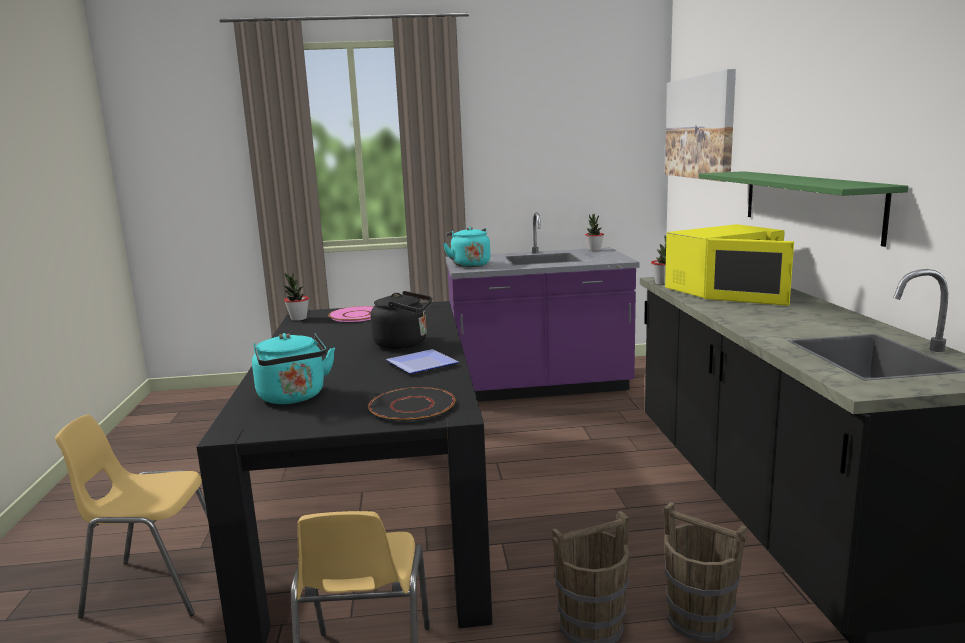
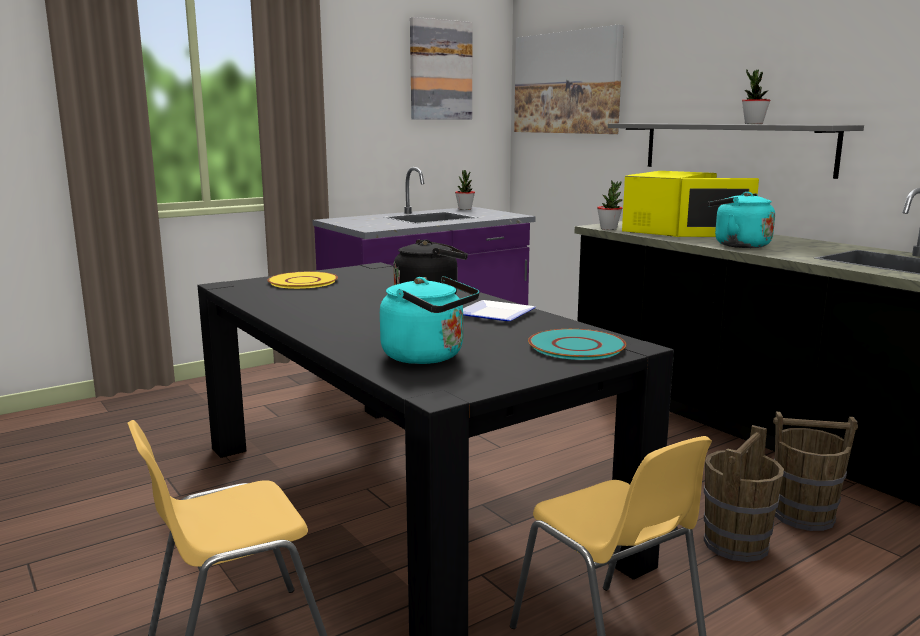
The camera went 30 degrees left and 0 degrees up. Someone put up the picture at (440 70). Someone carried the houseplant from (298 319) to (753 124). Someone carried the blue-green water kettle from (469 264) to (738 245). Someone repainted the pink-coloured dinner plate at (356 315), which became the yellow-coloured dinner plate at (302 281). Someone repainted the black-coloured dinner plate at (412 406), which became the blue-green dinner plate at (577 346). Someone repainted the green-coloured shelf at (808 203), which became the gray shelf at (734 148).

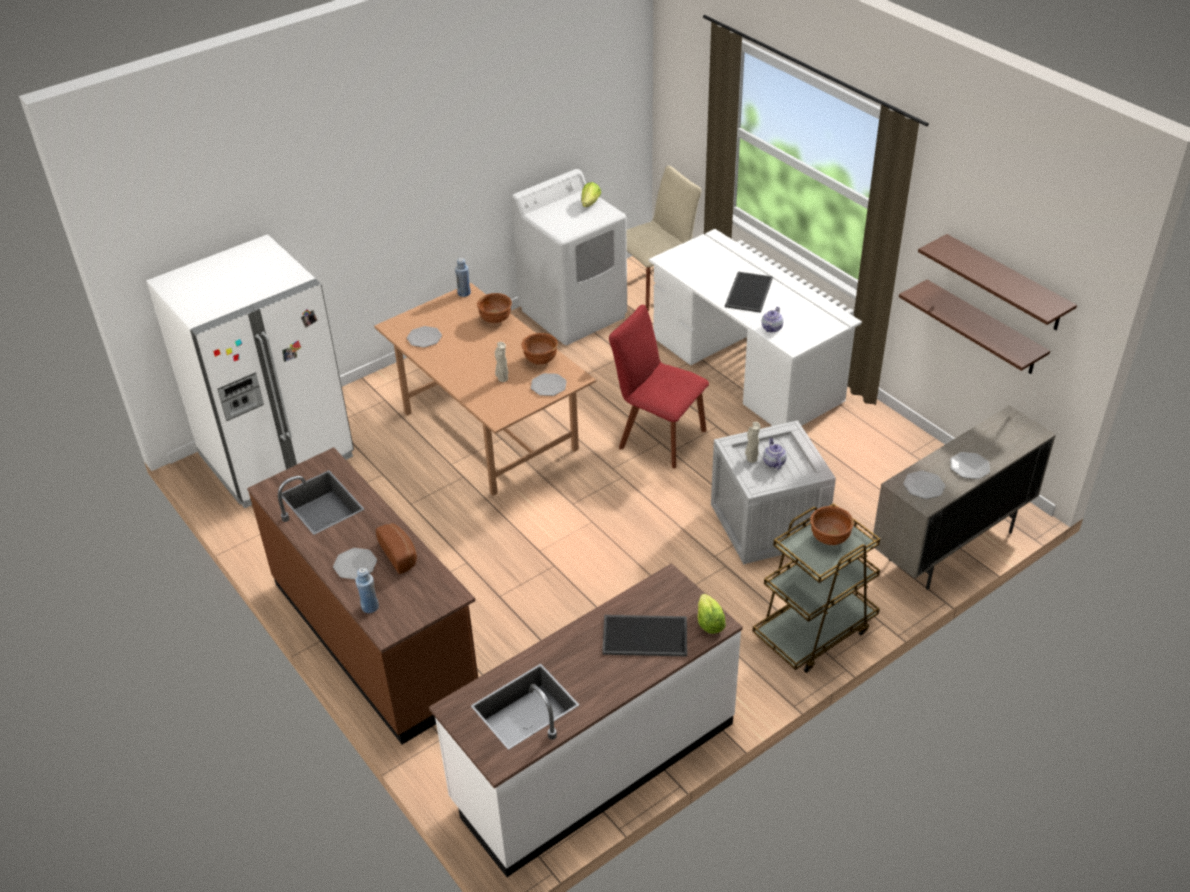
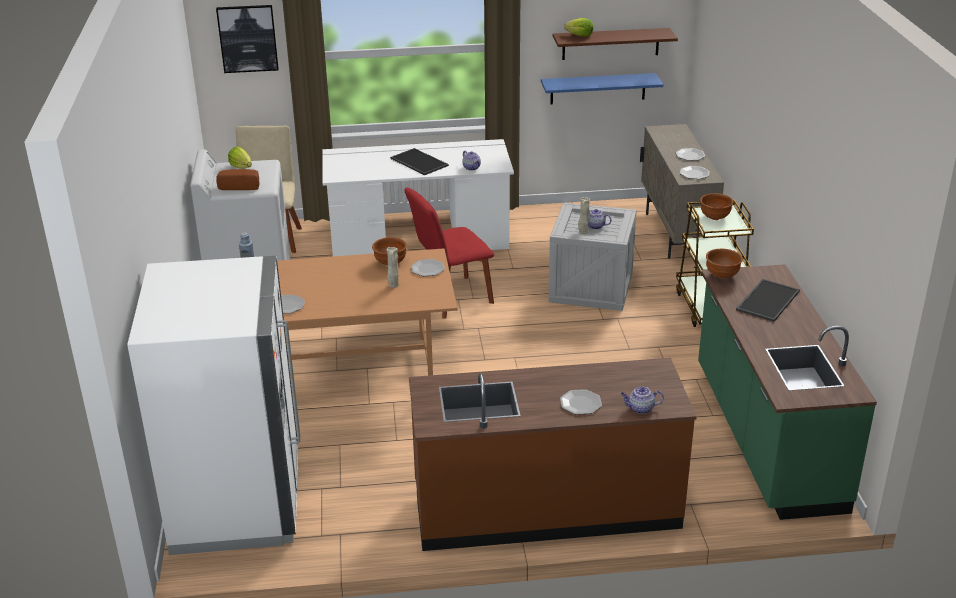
The camera went 60 degrees left and 10 degrees down. Someone put up the picture at (248 38). Someone carried the bakery bread from (400 554) to (240 186). Someone carried the brown-coloured deep dish from (495 320) to (722 275). Someone carried the lettuce head from (709 623) to (579 35). Someone swapped the blue-coloured drink bottle at (370 607) for the teapot at (640 408). Someone repainted the white counter at (593 762), which became the green-coloured counter at (766 437). Someone repainted the brown-coloured shelf at (983 328), which became the blue-coloured shelf at (598 88).

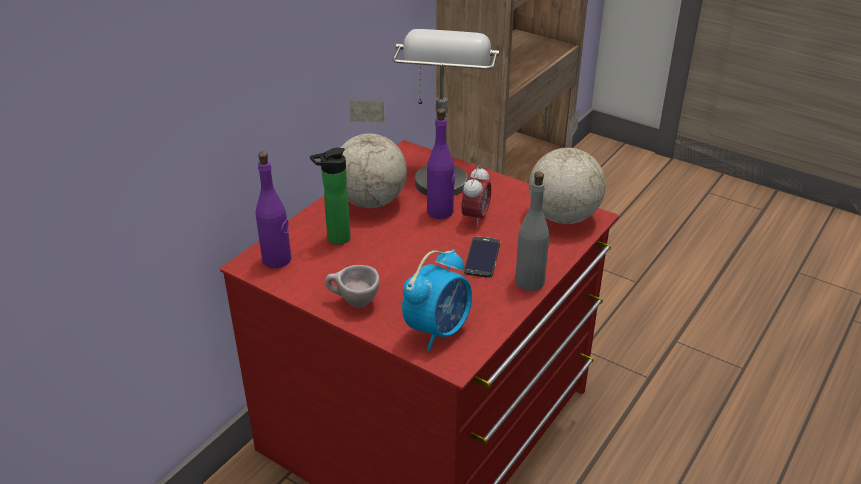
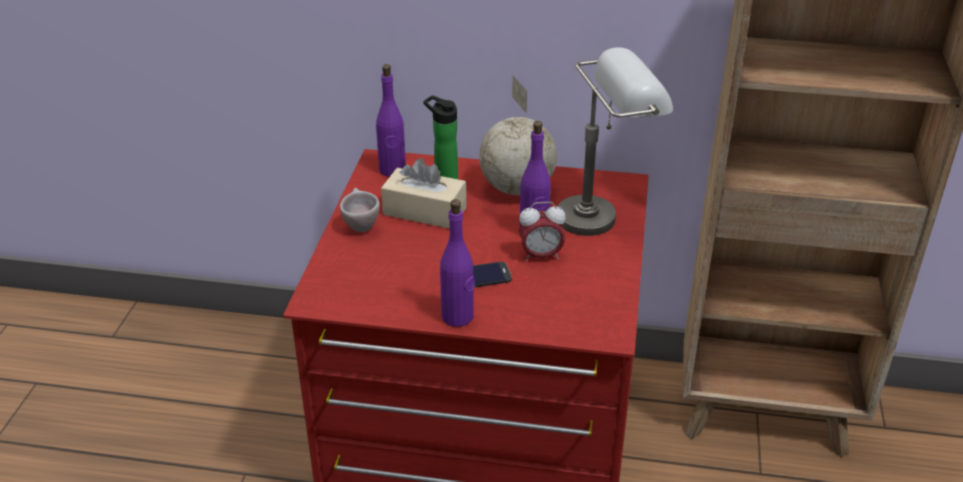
The camera went 65 degrees right and 0 degrees up. Someone took away the alarm clock at (438 330). Someone took away the globe at (562 217). Someone put down the beige tissue box at (424 211). Someone repainted the gray drink bottle at (530 282), which became the purple-coloured drink bottle at (458 317).

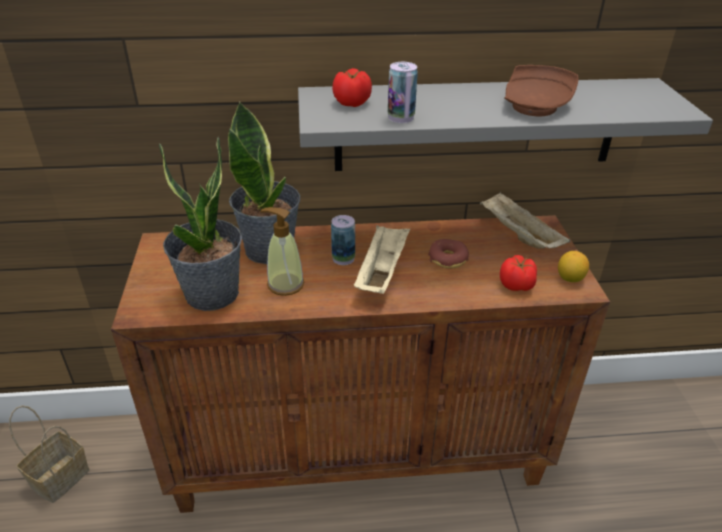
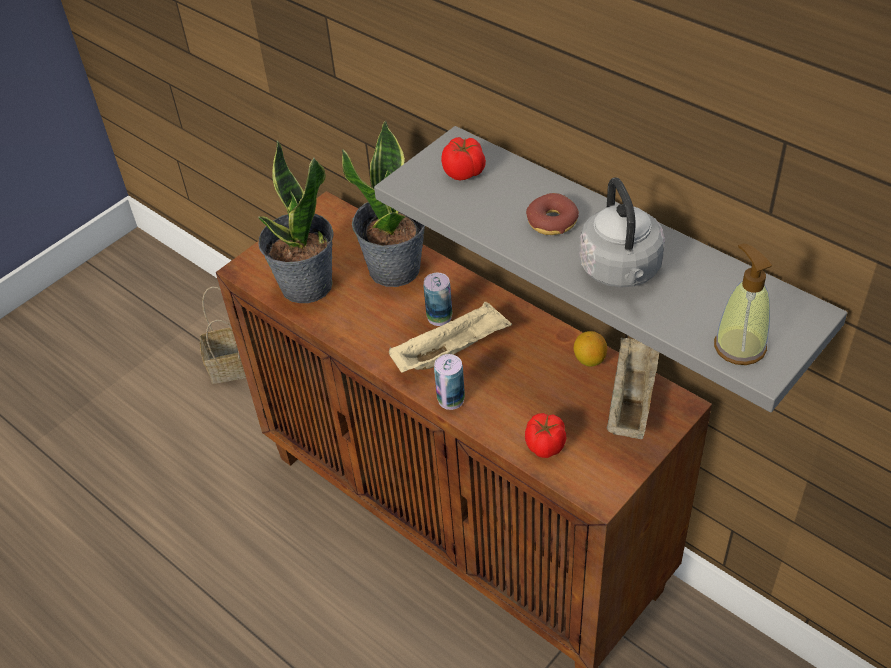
The camera went 50 degrees right and 10 degrees up. Someone carried the soap bottle from (285 284) to (739 346). Someone carried the metal can from (400 117) to (451 399). Someone carried the donut from (448 259) to (552 221). Someone carried the lemon from (570 278) to (589 360). Someone swapped the brown-coloured dinner plate at (536 106) for the gray water kettle at (621 271).

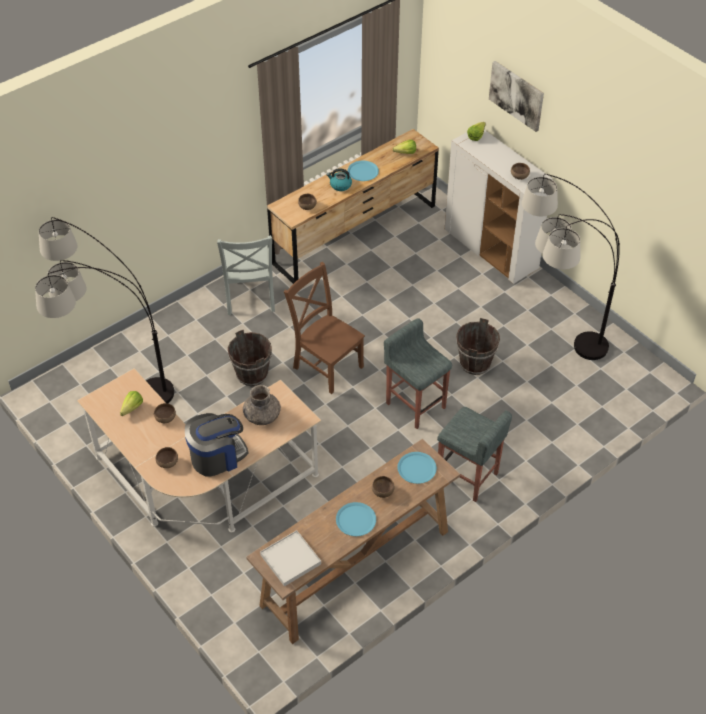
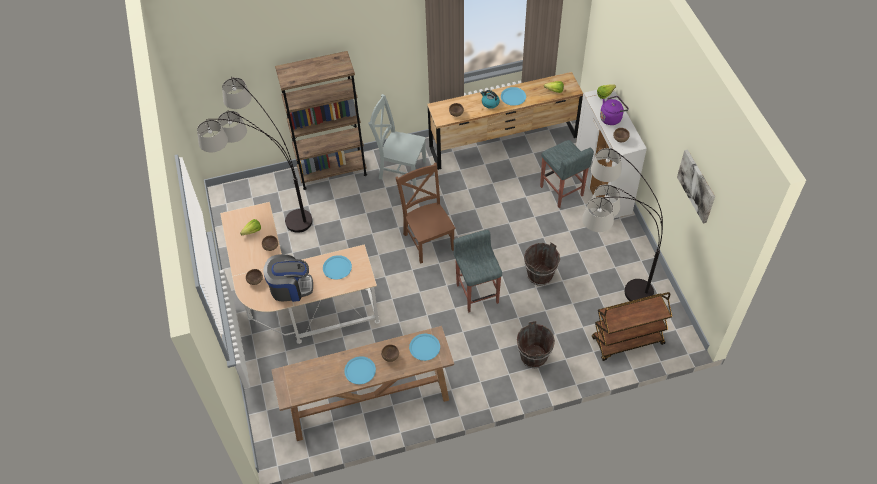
The camera went 25 degrees right and 5 degrees up. Someone took away the white carrying tray at (290 559). Someone put down the brown-coloured shelving unit at (332 172). Someone put down the brown-coloured trolley at (627 341). Someone put down the purple-coloured water kettle at (611 118). Someone carried the brown-coloured bucket from (251 374) to (533 357). Someone carried the gray stool from (468 477) to (561 191). Someone carried the picture from (516 95) to (697 186). Someone swapped the gray decorative vase at (262 415) for the blue-coloured dinner plate at (337 268). Someone rotated the gray chair at (249 297) by 90 degrees clockwise.

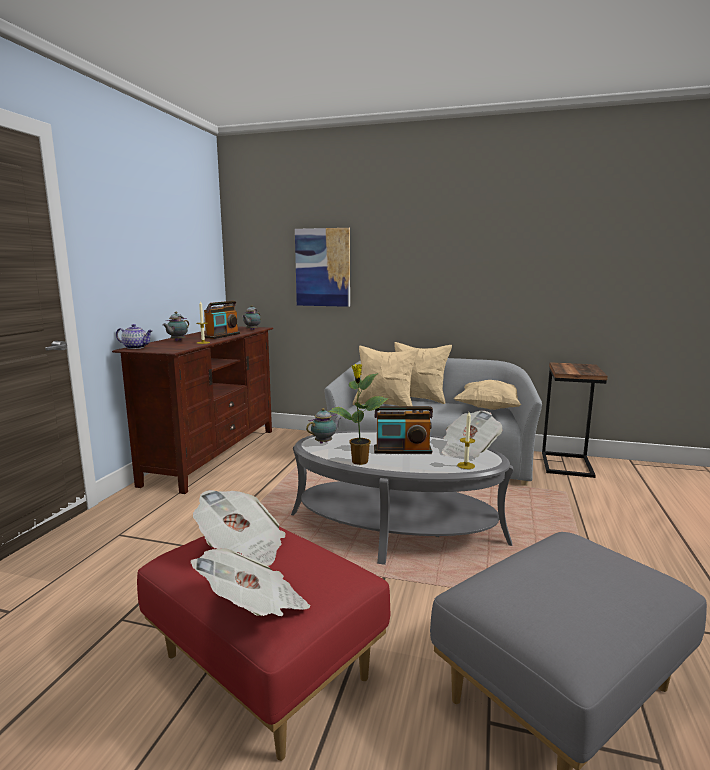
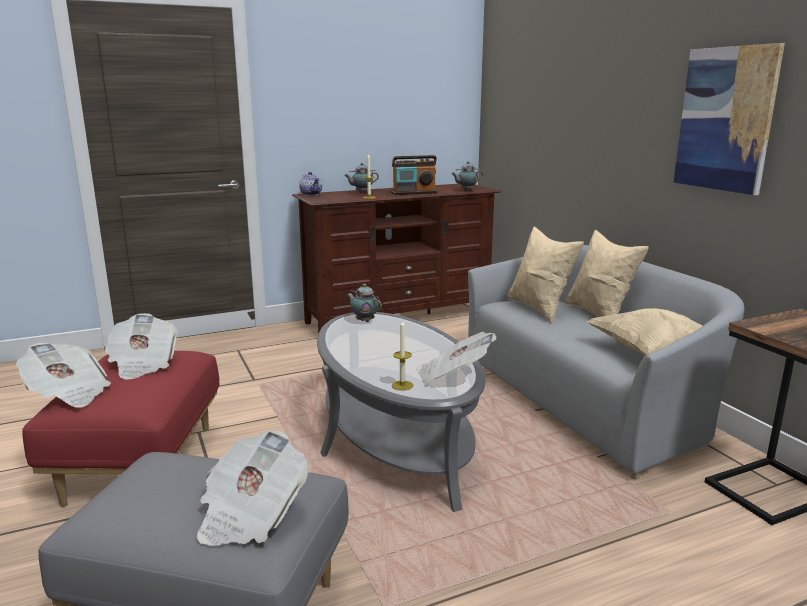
The camera went 50 degrees right and 5 degrees up. Someone took away the houseplant at (359 462). Someone took away the radio receiver at (402 450). Someone put down the daily paper at (250 514). Someone carried the picture from (323 267) to (725 119). Someone rotated the teapot at (324 442) by 150 degrees counterclockwise.

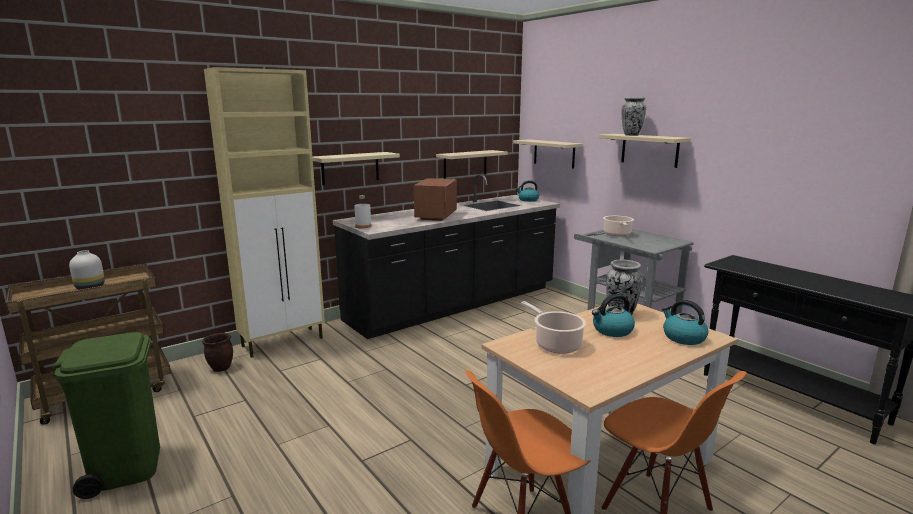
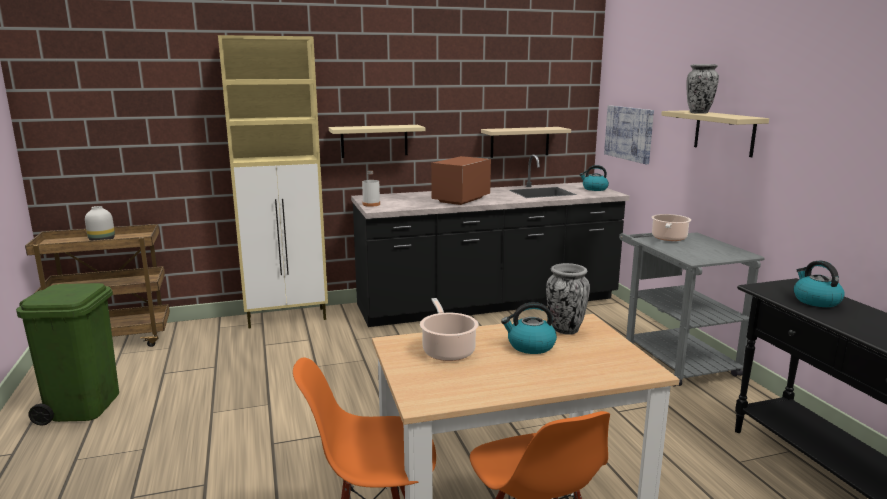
The camera went 20 degrees right and 0 degrees up. Someone took away the brown-coloured plant pot at (221 368). Someone carried the water kettle from (683 337) to (815 300). Someone swapped the beige shelf at (554 153) for the picture at (629 133).

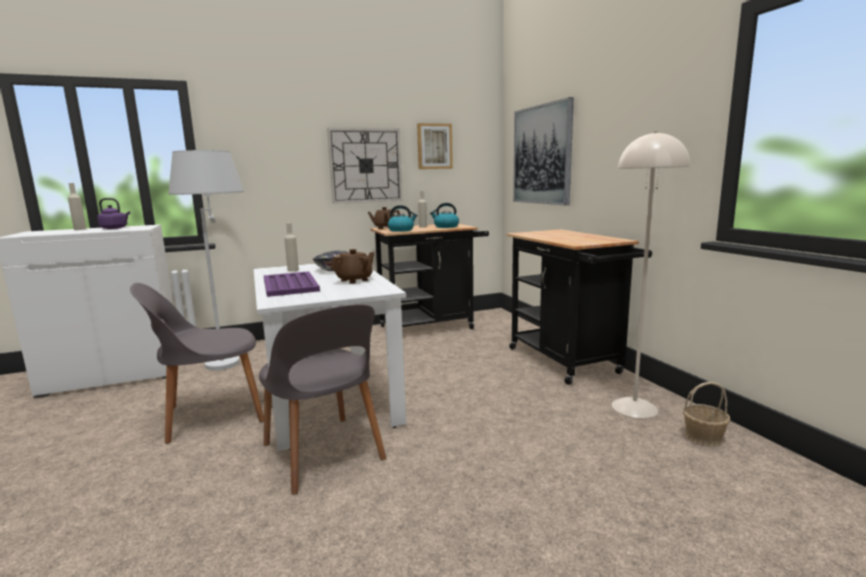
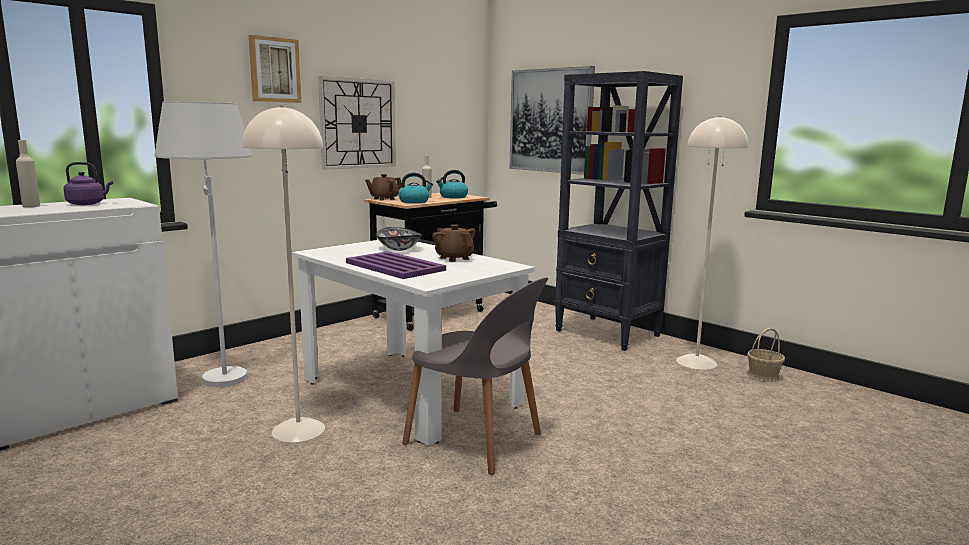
The camera went 25 degrees left and 0 degrees up. Someone took away the beige drink bottle at (293 270). Someone carried the picture from (434 146) to (274 70). Someone swapped the gray chair at (211 415) for the beige standard lamp at (298 430). Someone swapped the black-coloured trolley at (568 363) for the black-coloured shelving unit at (608 333). Someone rotated the brown-coloured teapot at (355 280) by 60 degrees counterclockwise.

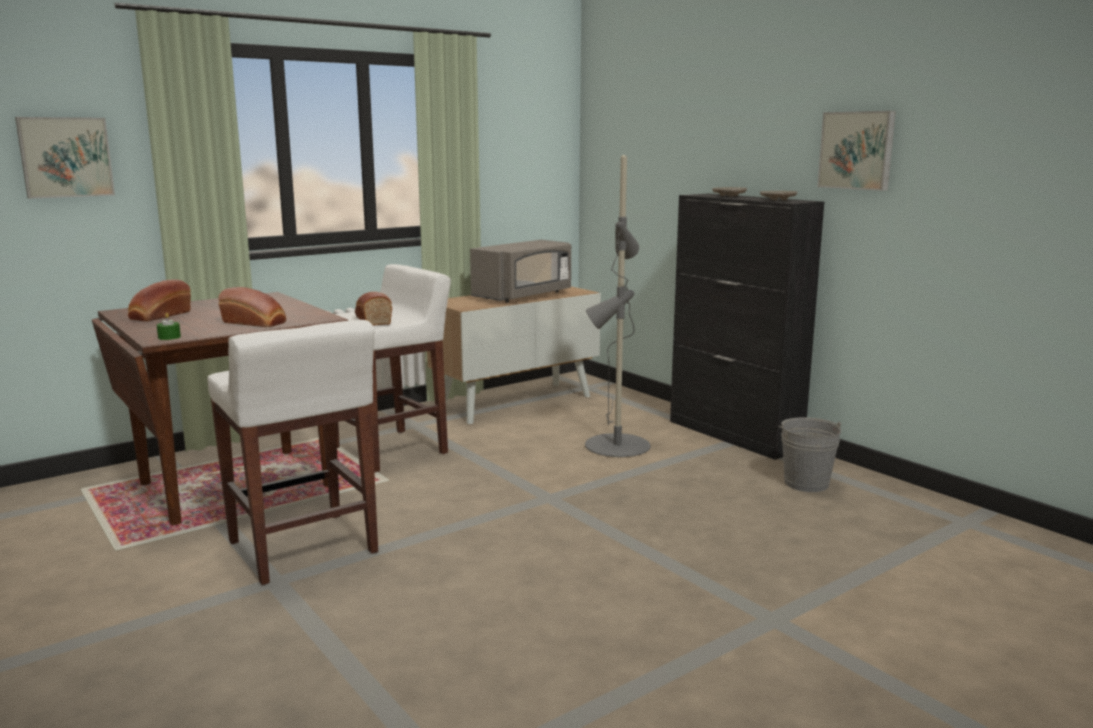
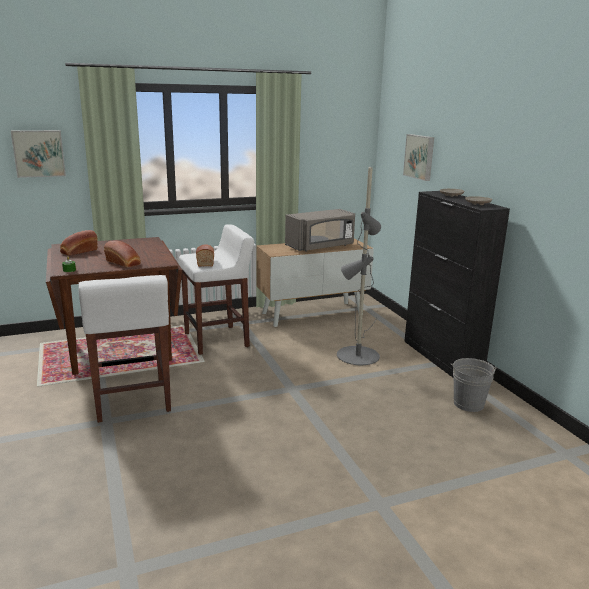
The camera went 15 degrees right and 5 degrees up. Someone carried the picture from (857 150) to (420 157).

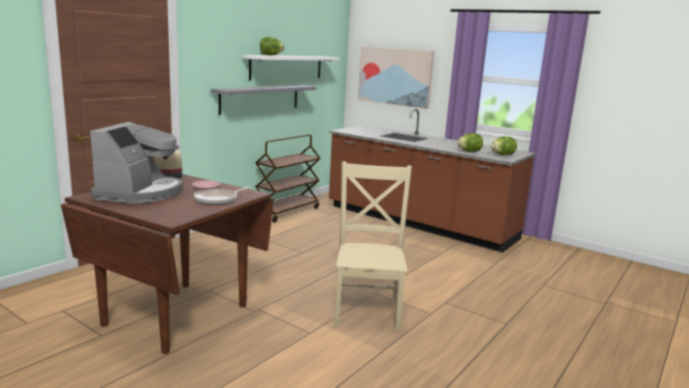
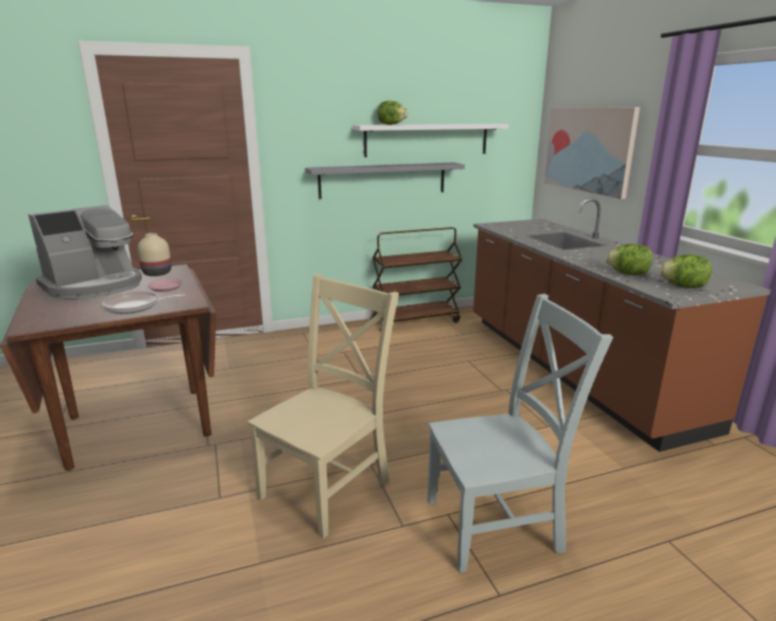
The camera went 35 degrees right and 5 degrees up. Someone put down the gray chair at (498 524).

